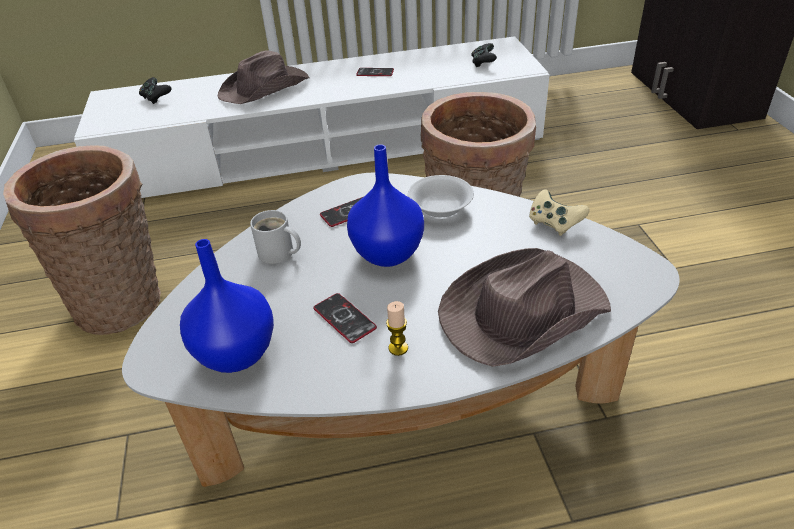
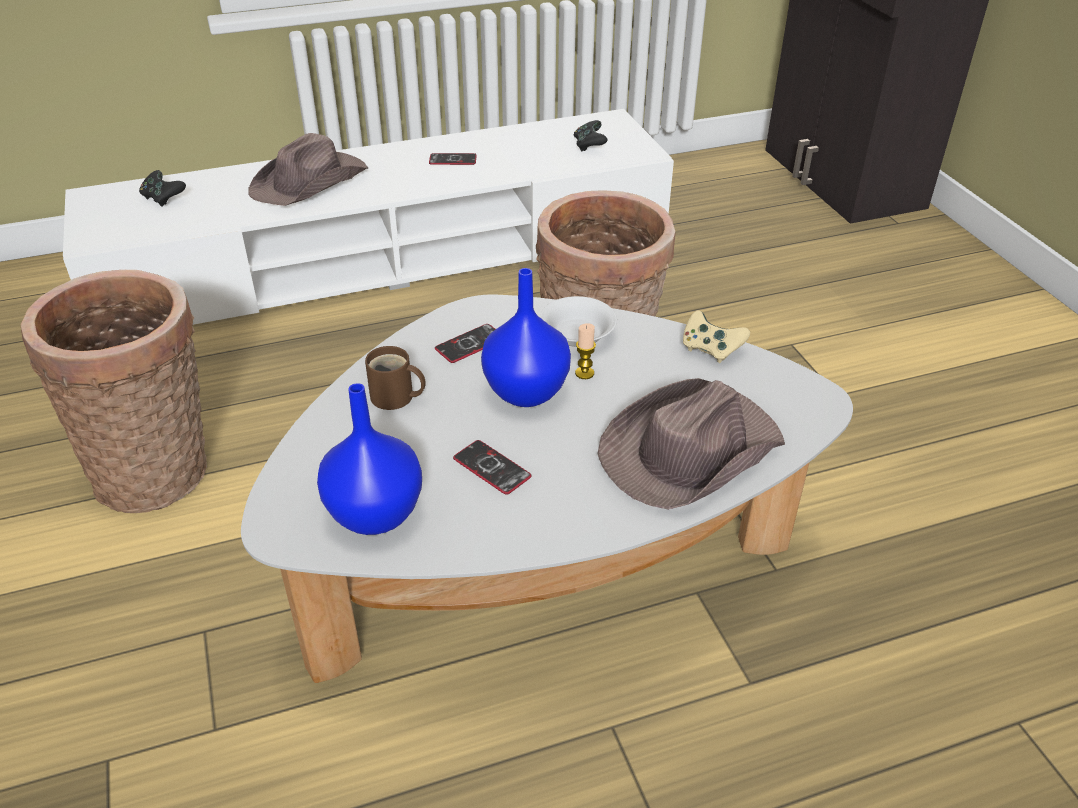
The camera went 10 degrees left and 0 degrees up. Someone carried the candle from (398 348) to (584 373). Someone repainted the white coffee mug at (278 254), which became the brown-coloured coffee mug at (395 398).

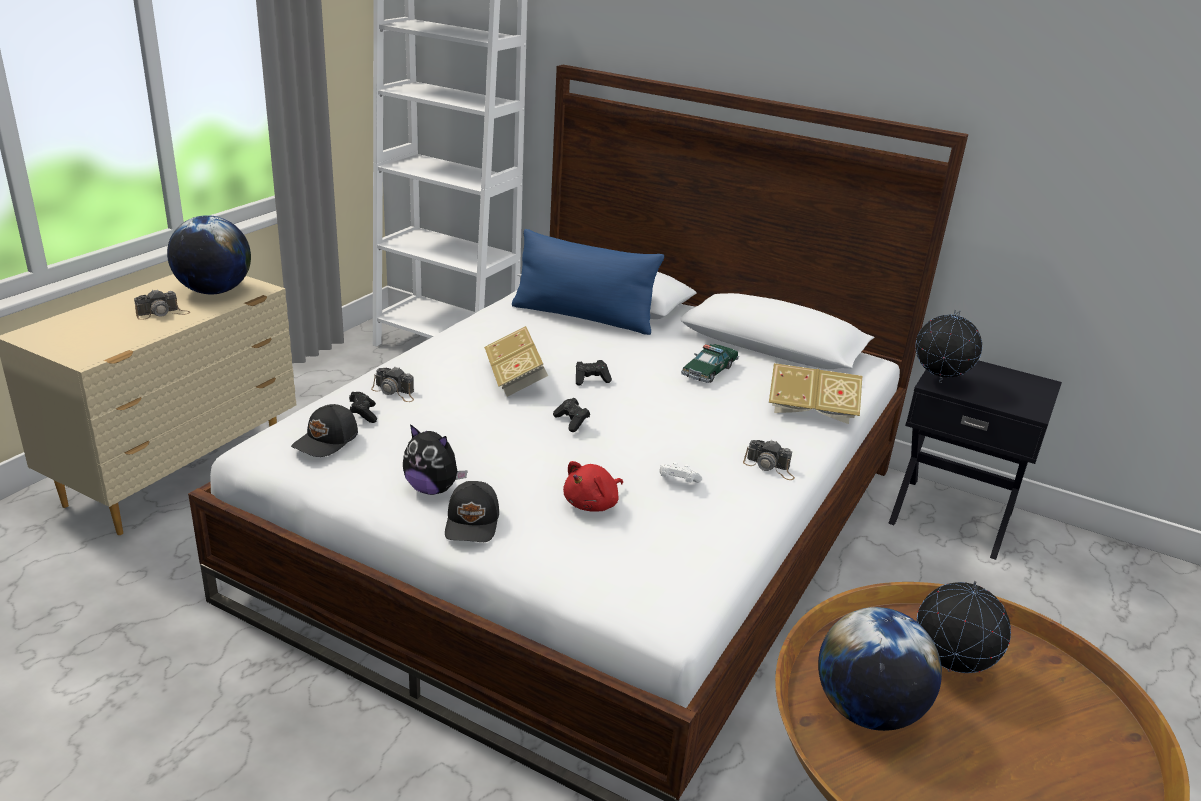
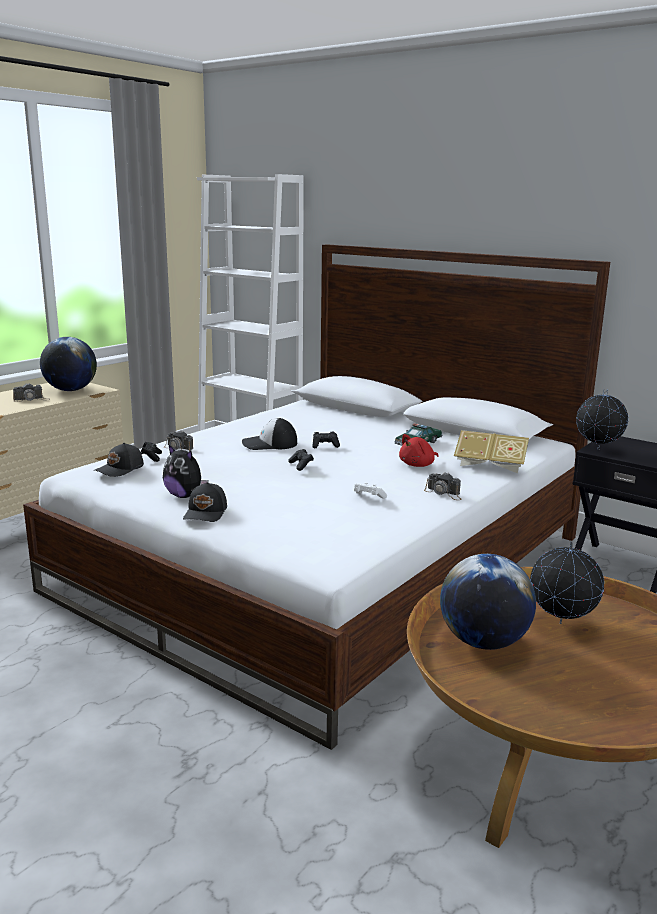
The camera went 10 degrees right and 10 degrees down. Someone took away the blue-coloured pillow at (583 317). Someone carried the reddish soft toy from (593 504) to (418 465). Someone swapped the volume at (515 378) for the cap at (269 444).

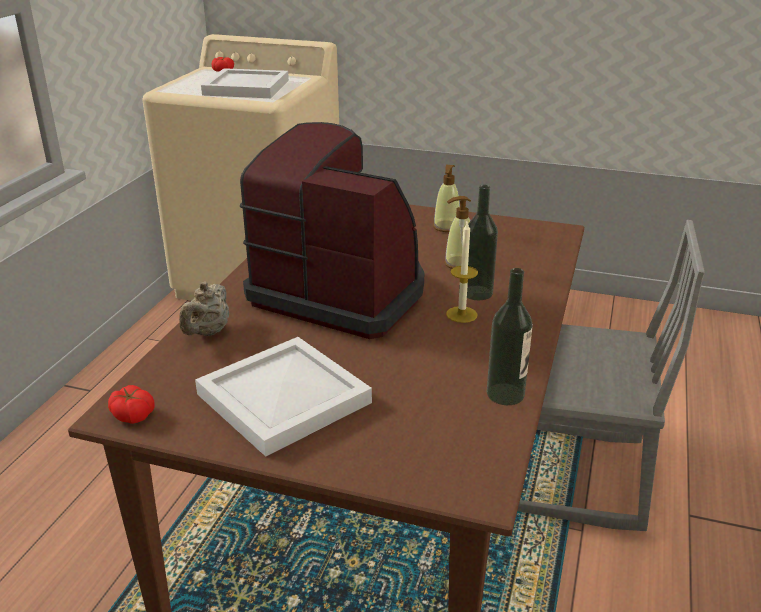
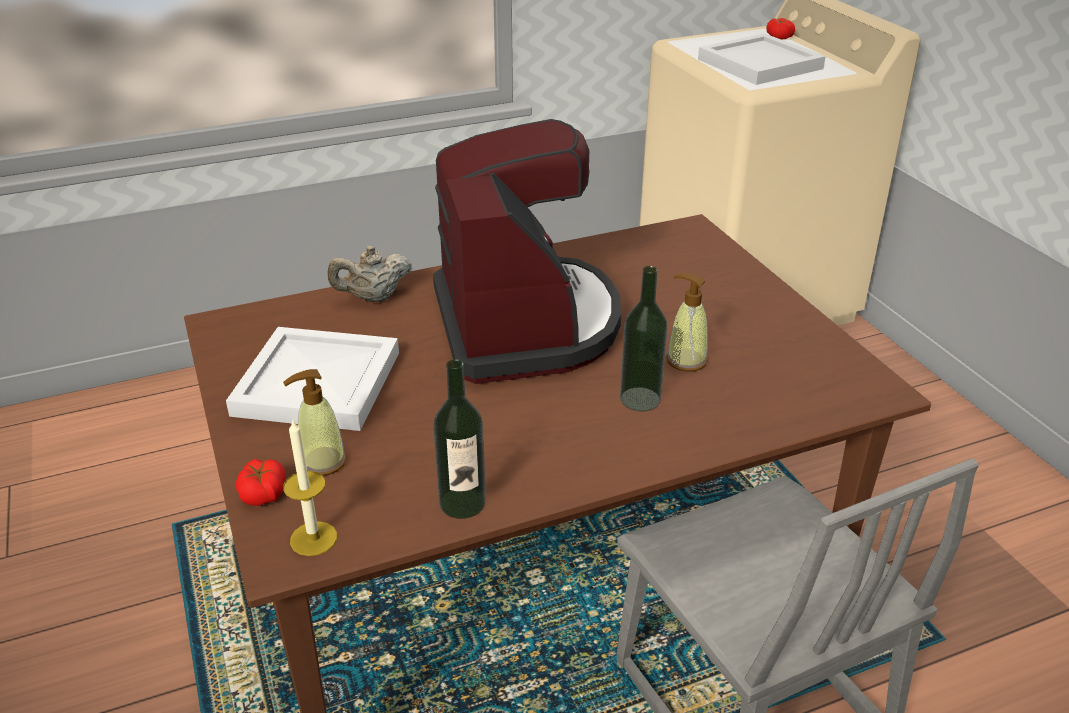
The camera went 50 degrees right and 5 degrees up. Someone carried the fresh tomato from (132 415) to (263 493). Someone carried the soap bottle from (446 227) to (322 462). Someone carried the candle from (461 314) to (313 538).

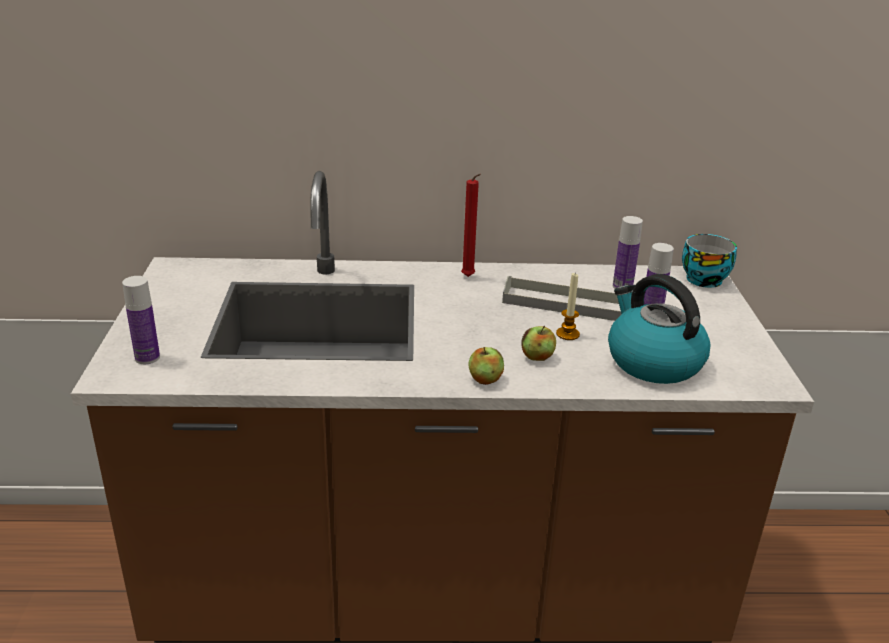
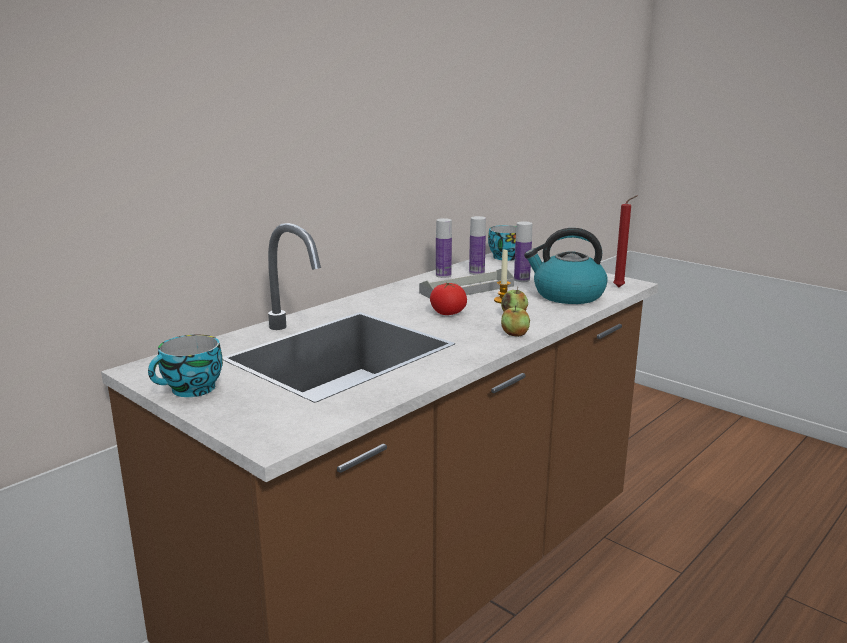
The camera went 45 degrees left and 10 degrees down. Someone put down the small cup at (191 390). Someone put down the fresh tomato at (448 313). Someone carried the drink bottle from (147 358) to (443 275). Someone carried the reddish candle from (469 277) to (620 287).

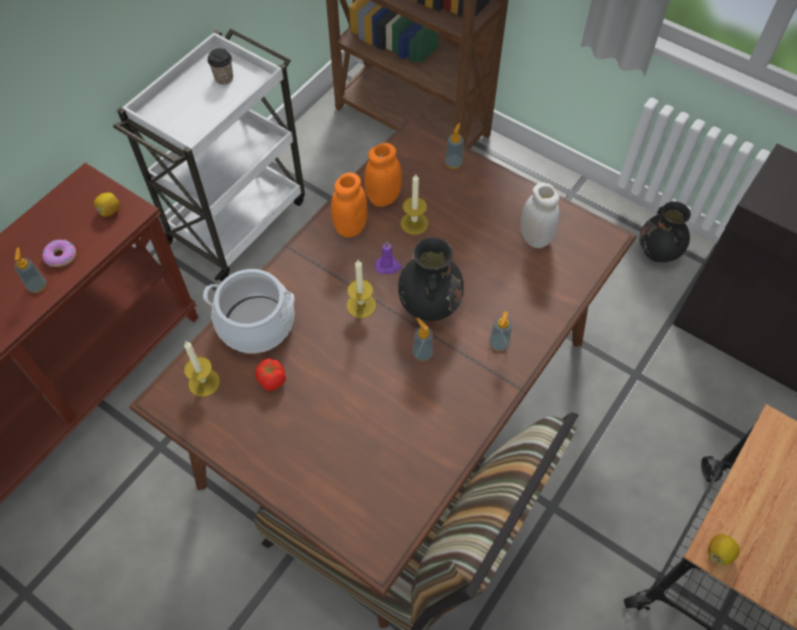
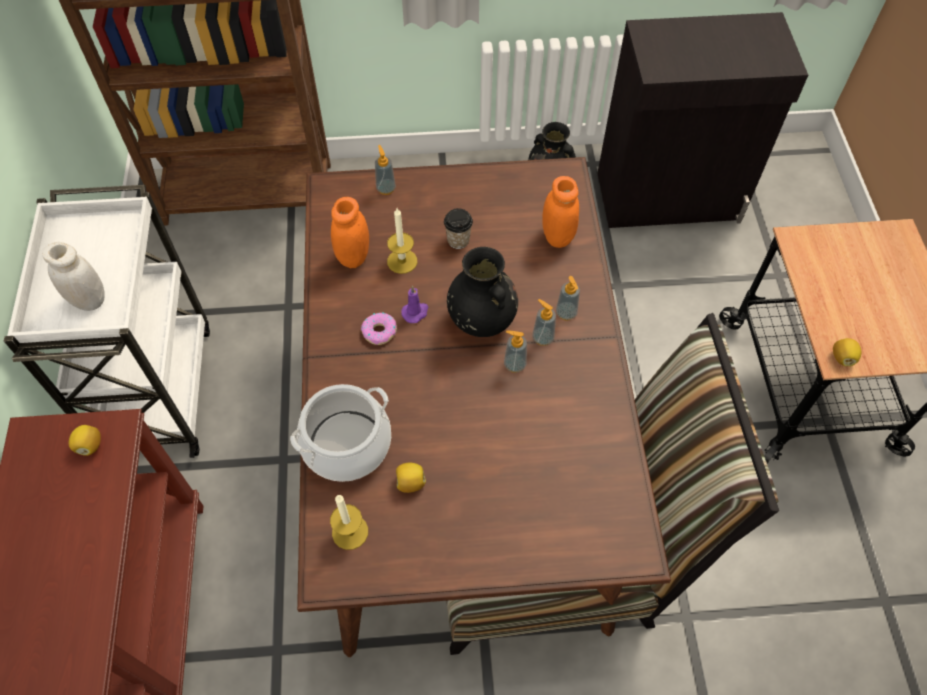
The camera went 40 degrees left and 0 degrees up. Someone took away the candle at (361 305). Someone carried the soap bottle from (37 286) to (542 338). Someone carried the donut from (60 256) to (379 331). Someone carried the small cup from (224 78) to (458 240). Someone carried the orange storage jar from (350 227) to (557 236). Someone carried the white storage jar from (535 238) to (89 300). Someone swapped the fresh tomato at (272 380) for the lemon at (410 482).

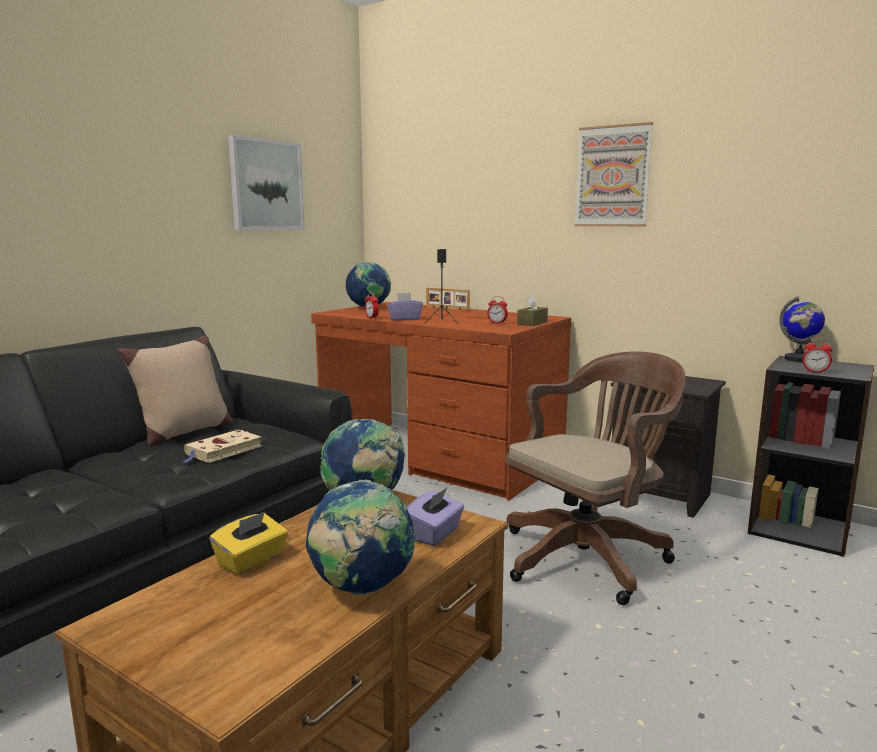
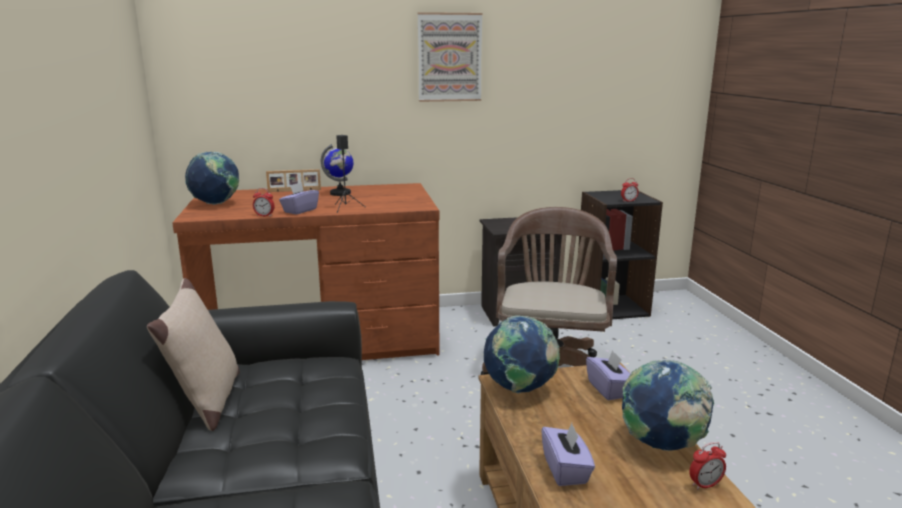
The camera went 45 degrees left and 5 degrees up. Someone took away the beige volume at (222 451). Someone took away the picture at (266 185). Someone took away the brown-coloured tissue box at (532 323). Someone carried the alarm clock from (497 323) to (705 485). Someone carried the globe from (798 359) to (340 193). Someone repainted the yellow-coloured tissue box at (251 561), which became the purple-coloured tissue box at (566 470).

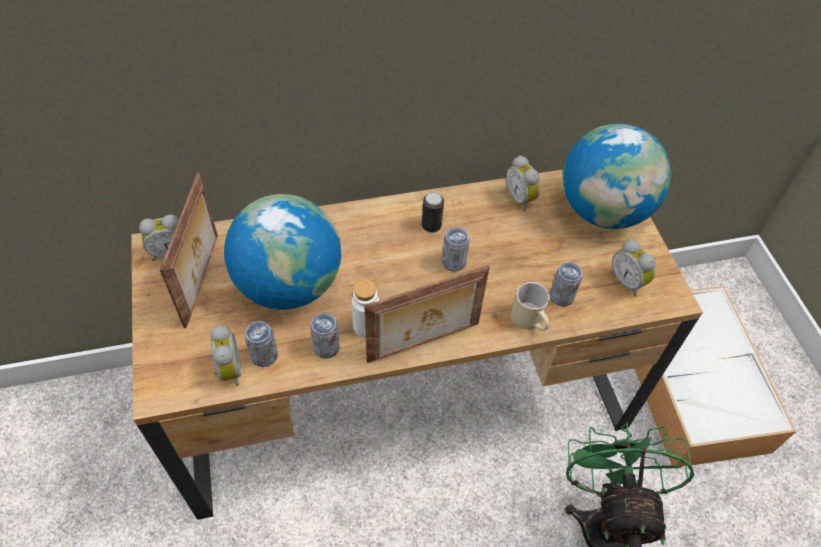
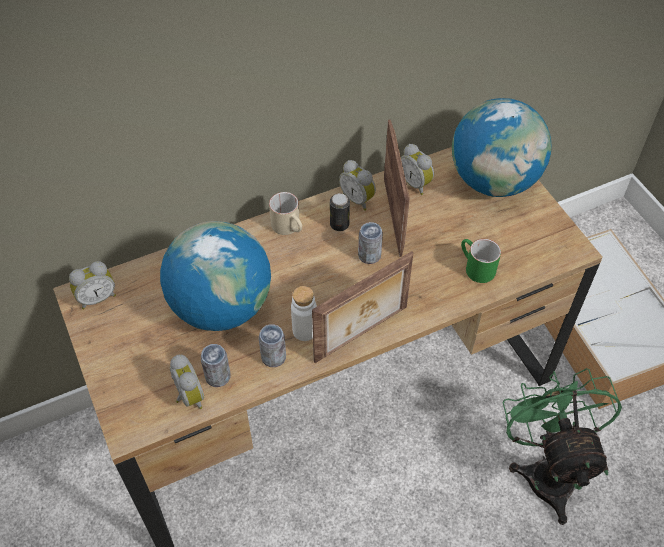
The camera went 10 degrees left and 0 degrees up. Someone carried the picture frame from (203 279) to (394 216). Someone carried the beige coffee mug from (531 321) to (289 227). Someone carried the alarm clock from (628 281) to (358 199). Someone swapped the metal can at (561 297) for the green-coloured coffee mug at (475 268).

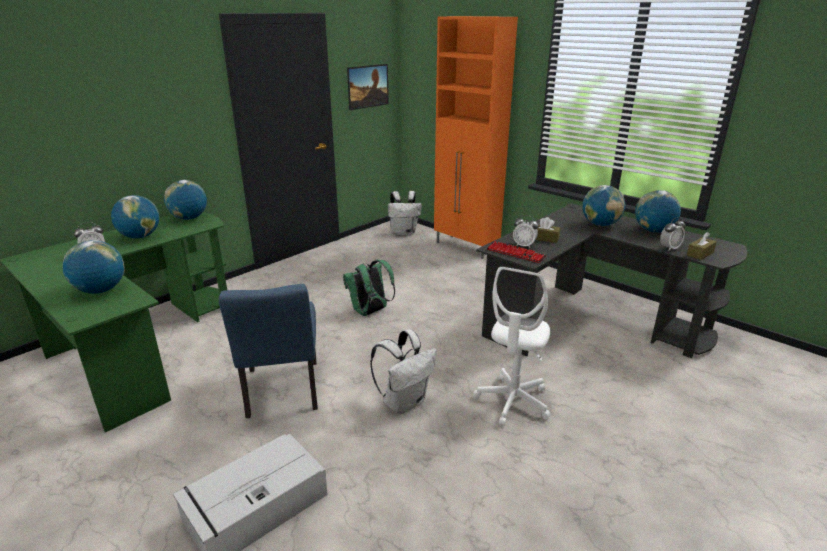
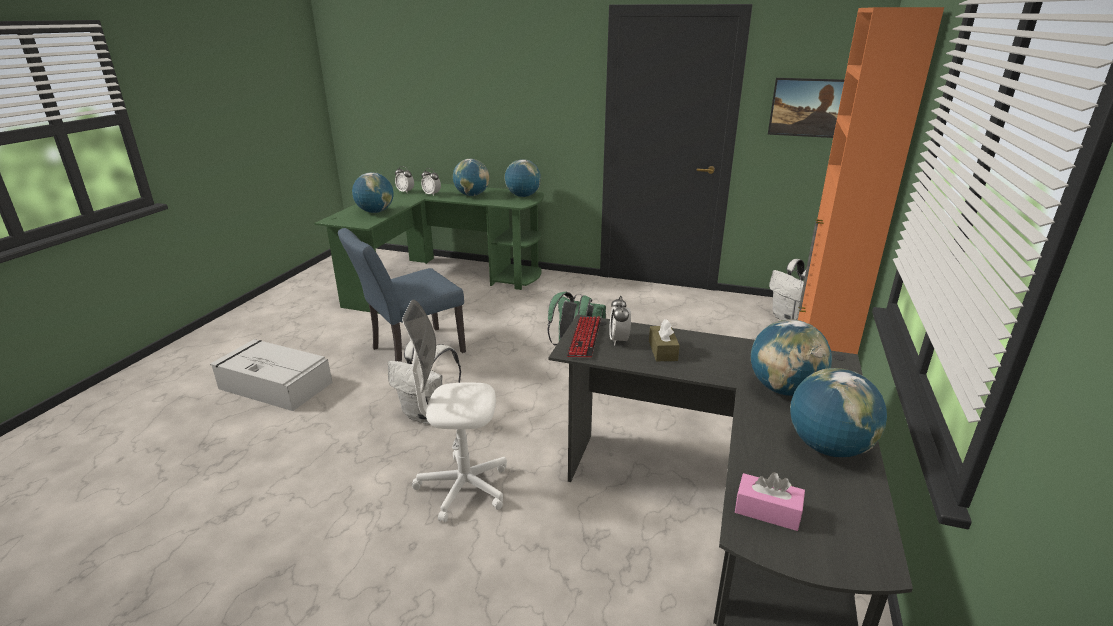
The camera went 65 degrees right and 0 degrees up. Someone carried the alarm clock from (669 248) to (405 192). Someone repainted the brown-coloured tissue box at (700 254), which became the pink-coloured tissue box at (767 511).

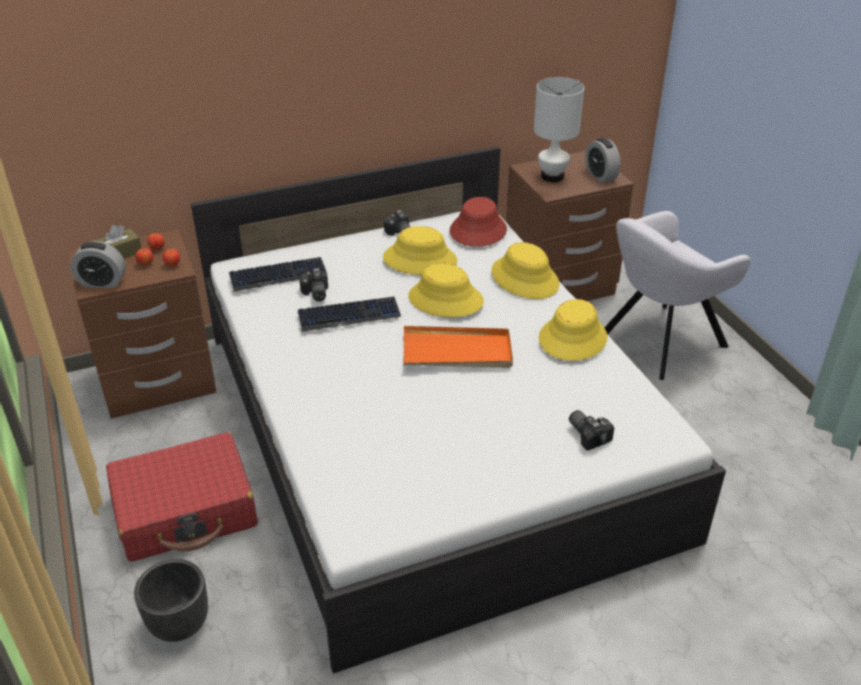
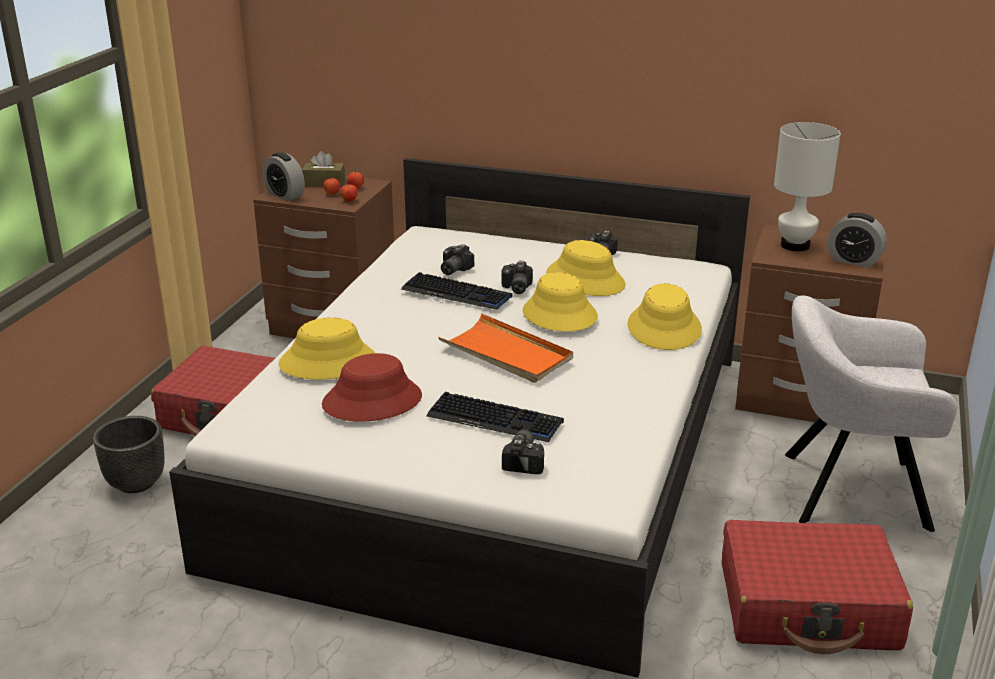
The camera went 40 degrees right and 10 degrees down. Someone put down the photo camera at (515 288). Someone put down the reddish piece of luggage at (808 606). Someone carried the keyboard from (278 275) to (495 419). Someone carried the reddish hat from (477 230) to (372 401). Someone carried the yellow-coloured hat from (572 338) to (328 362). Someone rotated the alarm clock at (600 175) by 75 degrees counterclockwise.

